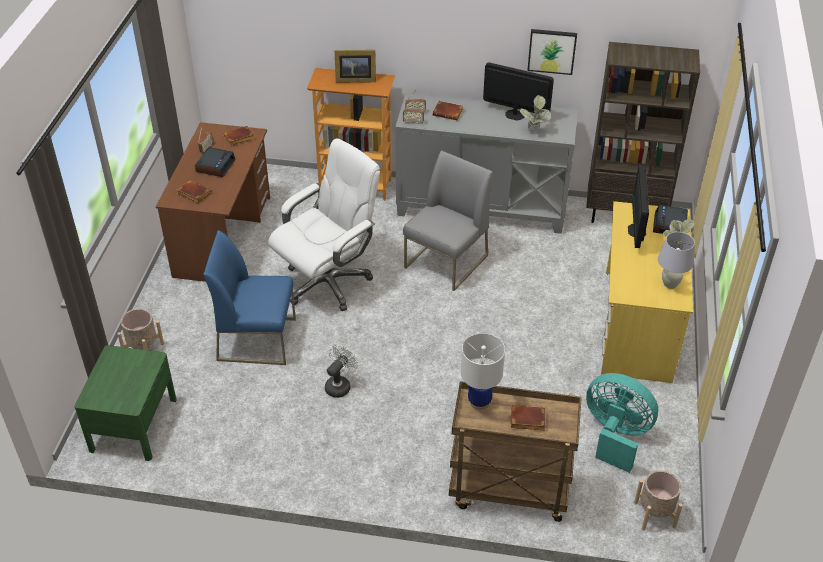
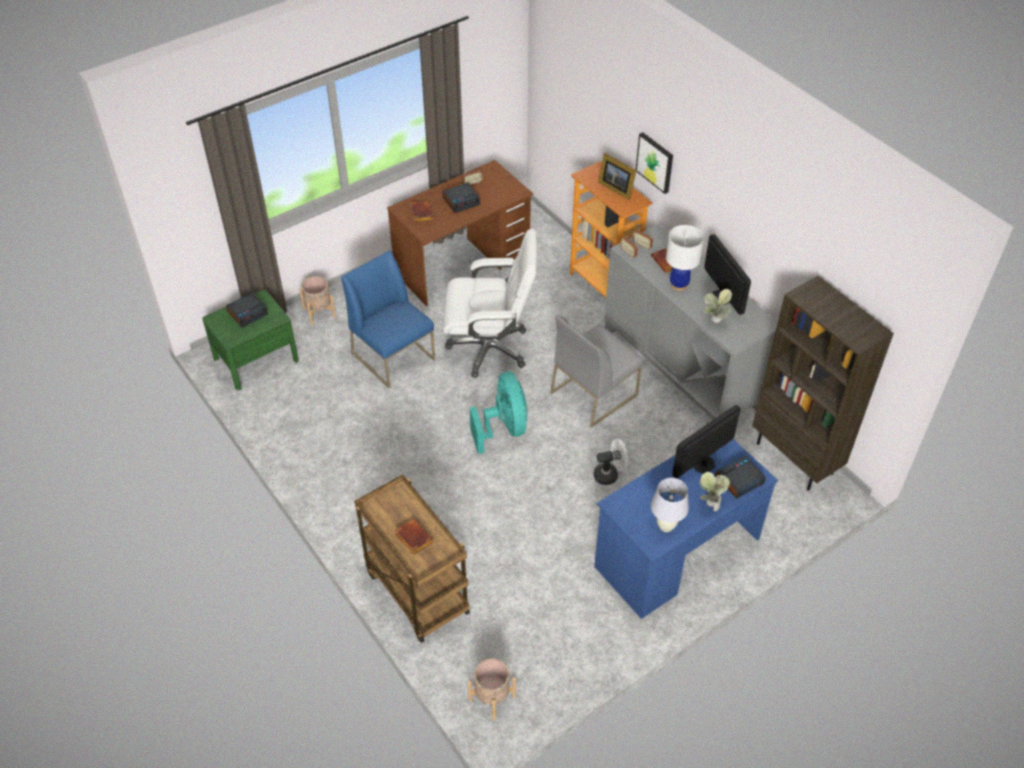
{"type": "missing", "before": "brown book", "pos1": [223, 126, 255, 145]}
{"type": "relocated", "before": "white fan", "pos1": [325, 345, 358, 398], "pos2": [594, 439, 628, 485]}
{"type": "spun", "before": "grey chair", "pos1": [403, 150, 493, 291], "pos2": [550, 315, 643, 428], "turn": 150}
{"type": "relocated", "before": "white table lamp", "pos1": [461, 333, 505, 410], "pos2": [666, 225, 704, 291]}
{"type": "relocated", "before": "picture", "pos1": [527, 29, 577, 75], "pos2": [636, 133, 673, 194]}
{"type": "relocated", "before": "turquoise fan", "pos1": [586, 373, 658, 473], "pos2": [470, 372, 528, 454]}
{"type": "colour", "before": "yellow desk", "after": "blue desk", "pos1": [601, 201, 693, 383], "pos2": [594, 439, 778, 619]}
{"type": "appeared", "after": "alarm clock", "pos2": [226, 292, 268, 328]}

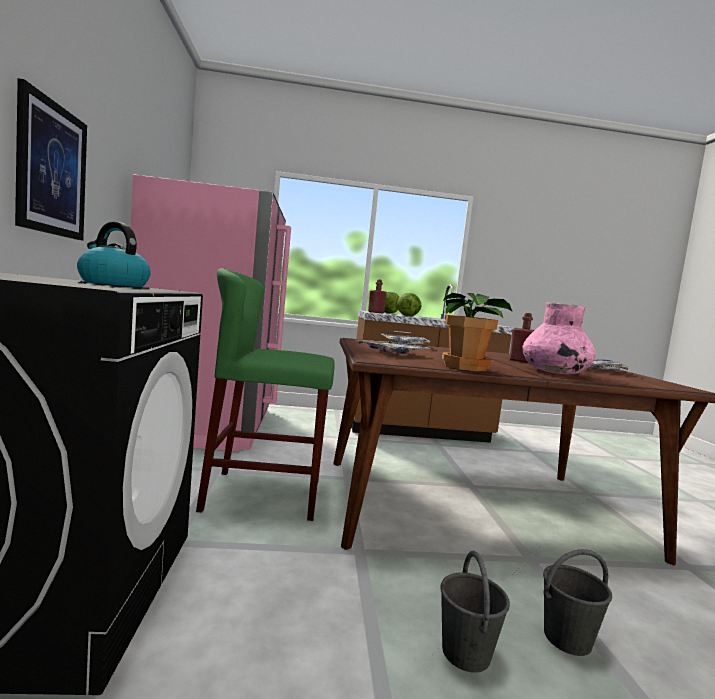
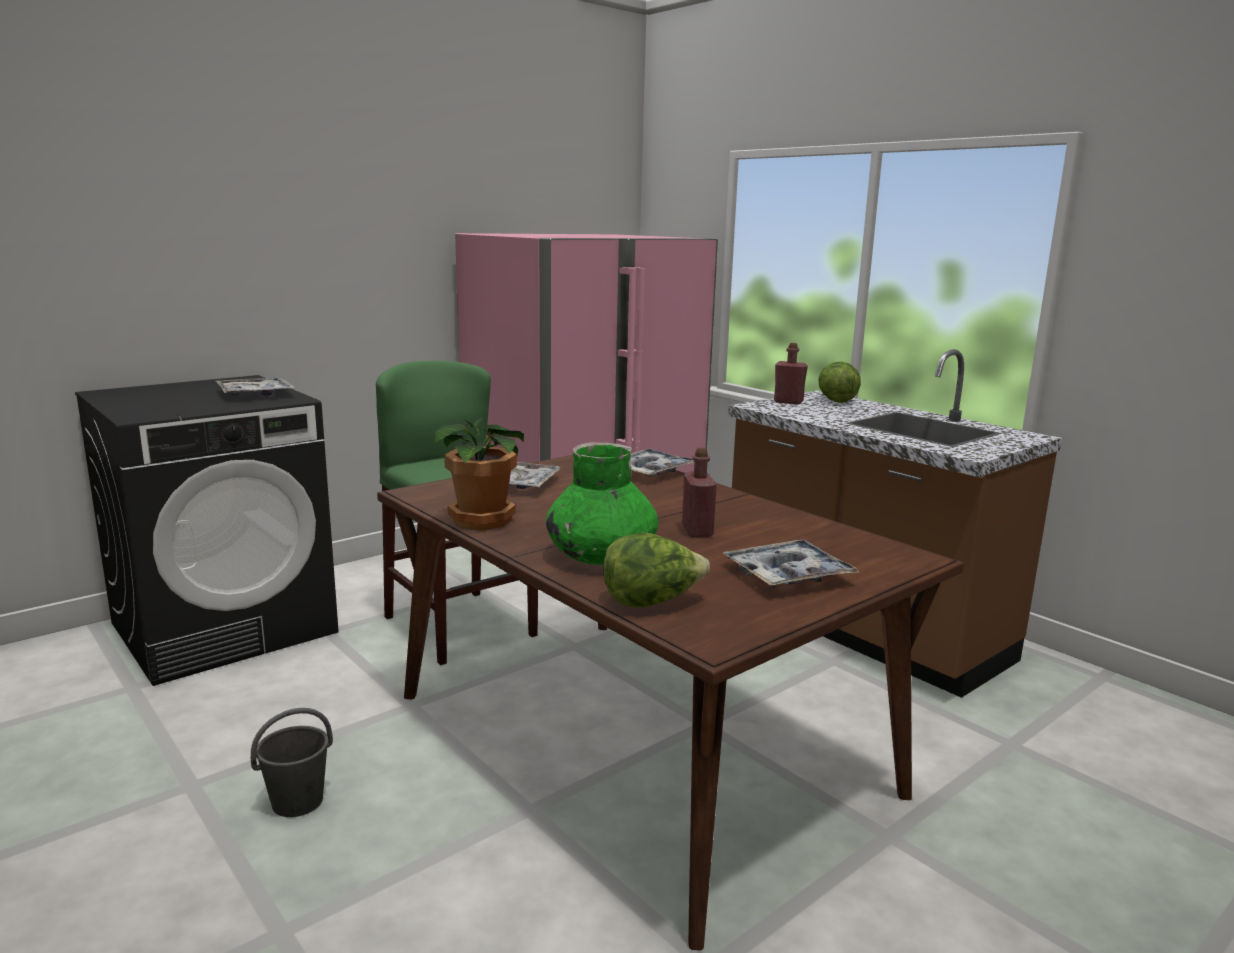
{"type": "missing", "before": "picture", "pos1": [15, 78, 87, 241]}
{"type": "exchanged", "before": "kettle", "after": "tray", "pos1": [77, 221, 151, 287], "pos2": [216, 377, 294, 396]}
{"type": "relocated", "before": "lettuce", "pos1": [397, 293, 422, 316], "pos2": [603, 533, 710, 608]}
{"type": "colour", "before": "pink vase", "after": "green vase", "pos1": [523, 302, 596, 375], "pos2": [546, 442, 658, 565]}
{"type": "missing", "before": "grey bucket", "pos1": [543, 549, 612, 656]}

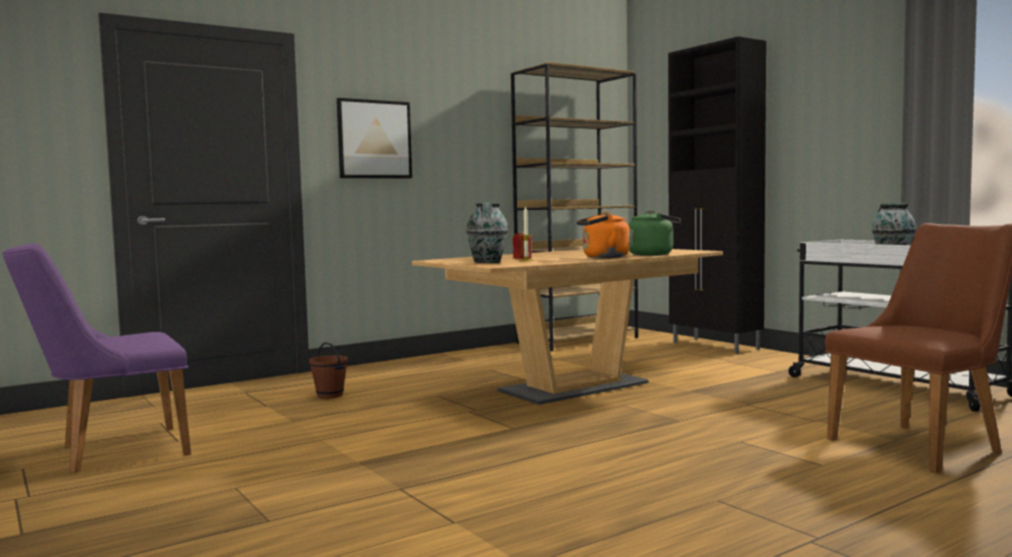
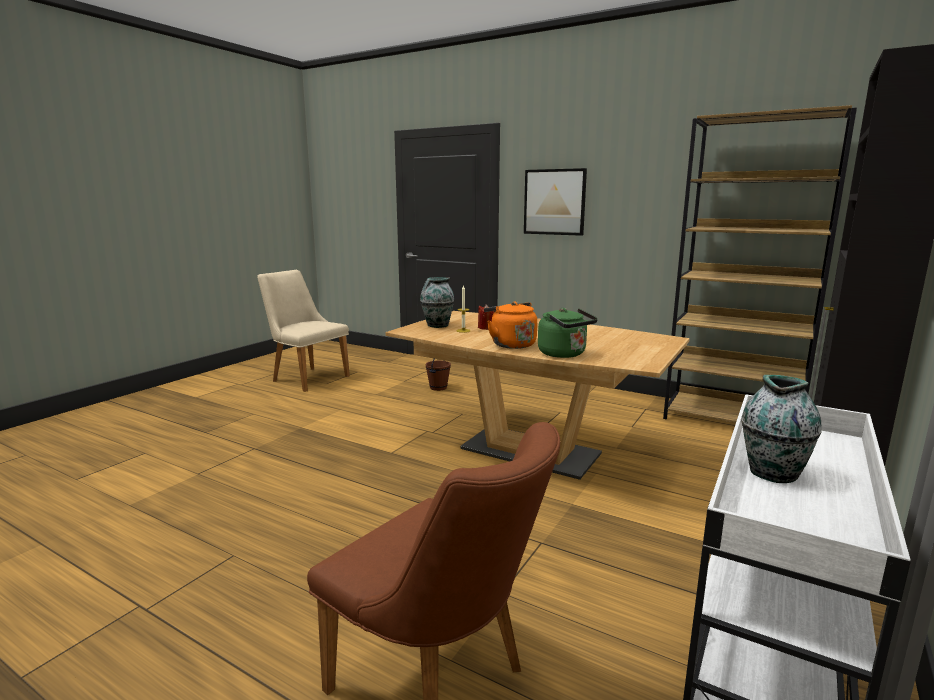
{"type": "colour", "before": "purple chair", "after": "beige chair", "pos1": [3, 243, 191, 473], "pos2": [257, 270, 350, 392]}

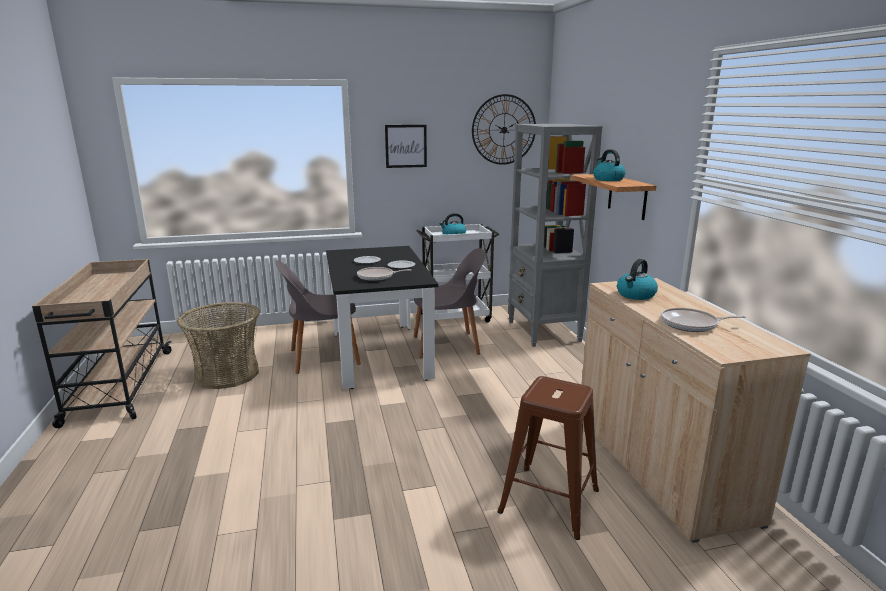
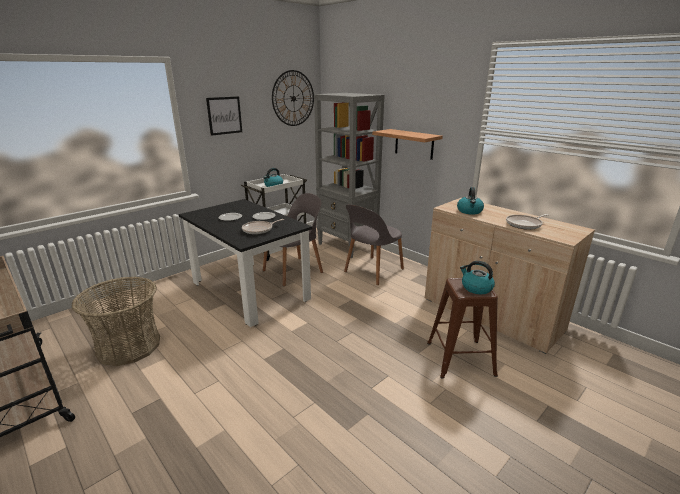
{"type": "relocated", "before": "grey chair", "pos1": [275, 260, 361, 374], "pos2": [344, 204, 404, 285]}
{"type": "relocated", "before": "kettle", "pos1": [593, 149, 626, 181], "pos2": [460, 261, 495, 294]}

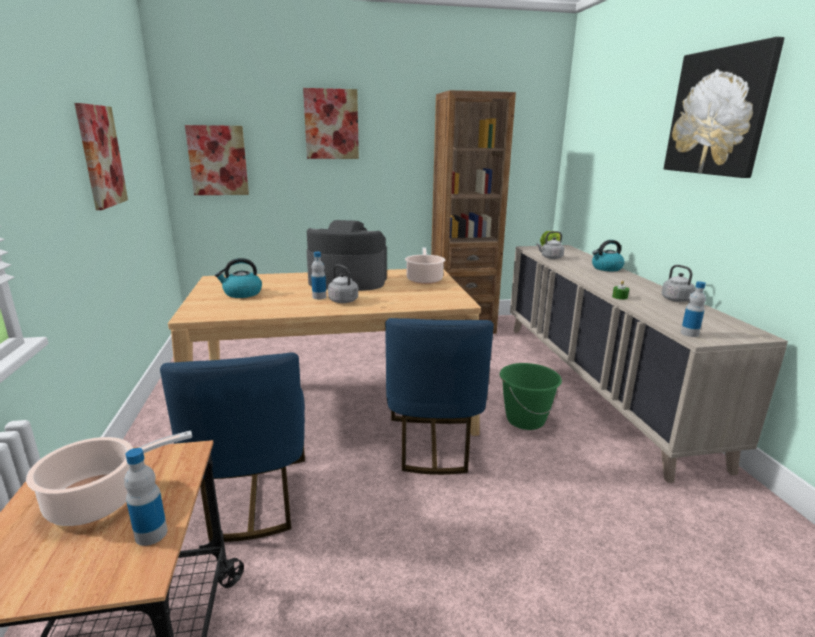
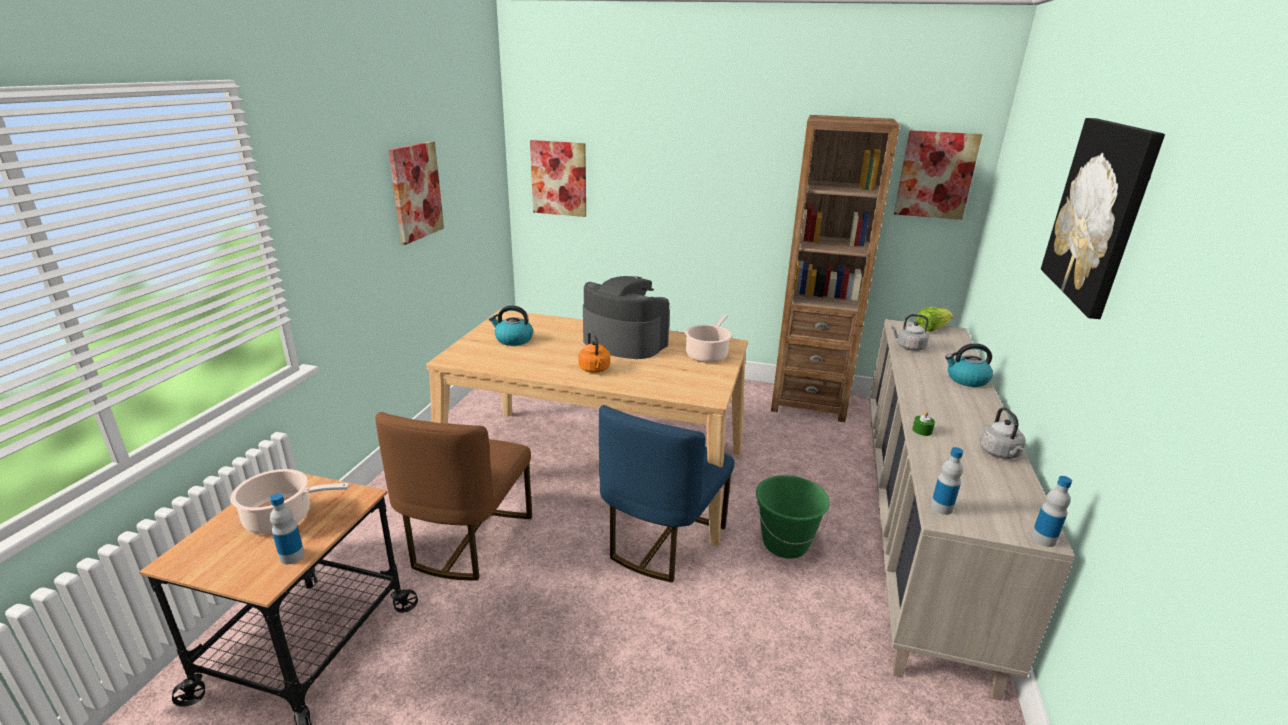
{"type": "colour", "before": "blue chair", "after": "brown chair", "pos1": [160, 352, 305, 542], "pos2": [375, 412, 532, 581]}
{"type": "relocated", "before": "picture", "pos1": [303, 88, 359, 159], "pos2": [894, 130, 982, 220]}
{"type": "relocated", "before": "bottle", "pos1": [311, 252, 326, 299], "pos2": [1031, 476, 1072, 547]}
{"type": "colour", "before": "grey kettle", "after": "orange kettle", "pos1": [328, 264, 359, 303], "pos2": [578, 331, 610, 373]}

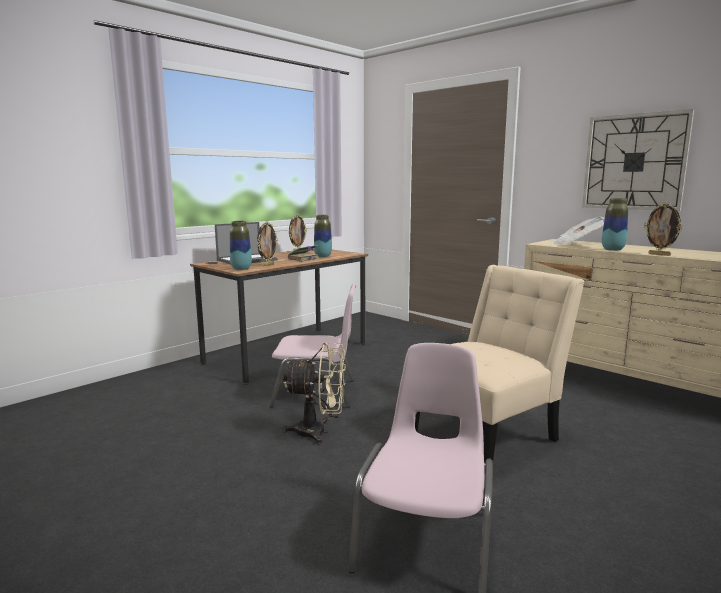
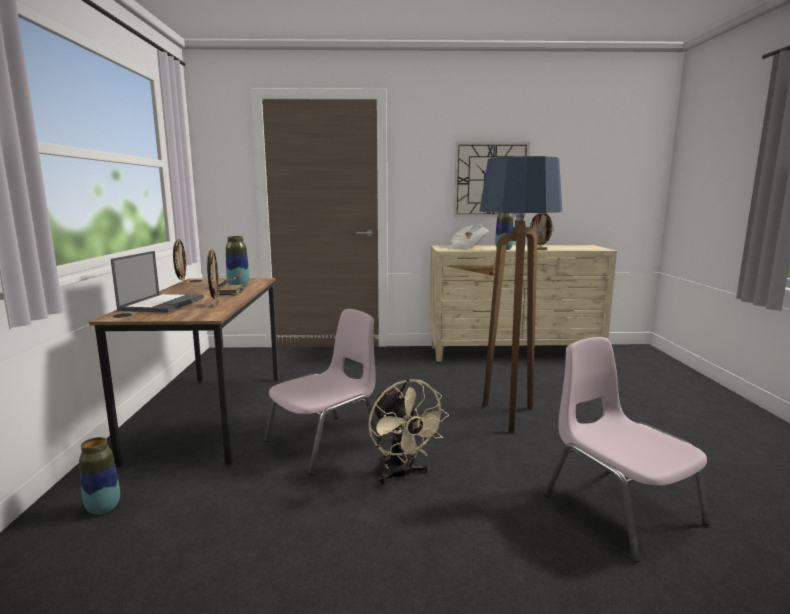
{"type": "relocated", "before": "vase", "pos1": [230, 221, 252, 270], "pos2": [79, 437, 120, 515]}
{"type": "spun", "before": "beige fan", "pos1": [283, 343, 346, 445], "pos2": [369, 379, 449, 484], "turn": 105}
{"type": "exchanged", "before": "beige chair", "after": "floor lamp", "pos1": [415, 265, 585, 463], "pos2": [480, 156, 562, 433]}

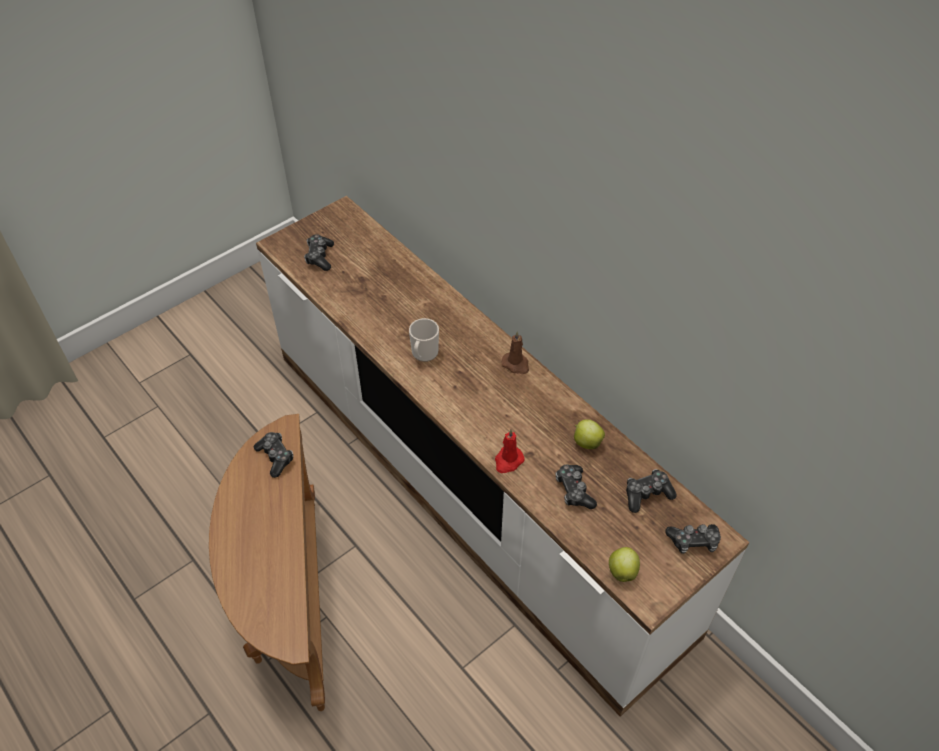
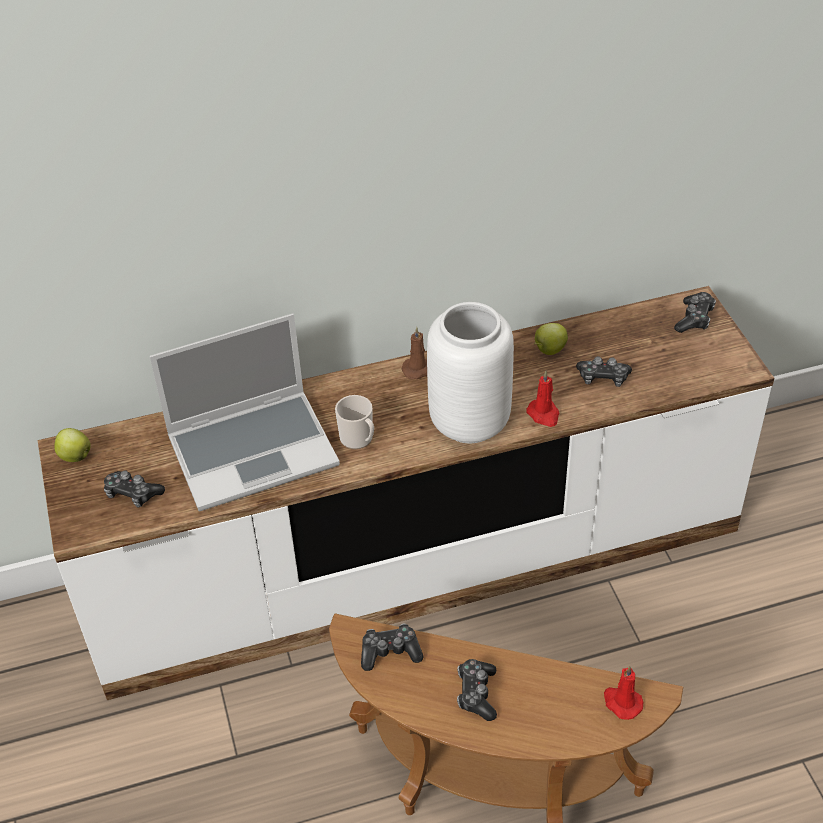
{"type": "relocated", "before": "apple", "pos1": [609, 547, 640, 582], "pos2": [54, 428, 90, 462]}
{"type": "relocated", "before": "game controller", "pos1": [626, 469, 677, 513], "pos2": [457, 659, 497, 721]}
{"type": "appeared", "after": "laptop", "pos2": [150, 313, 340, 511]}
{"type": "appeared", "after": "white vase", "pos2": [427, 302, 514, 443]}
{"type": "appeared", "after": "red candle", "pos2": [604, 665, 643, 720]}

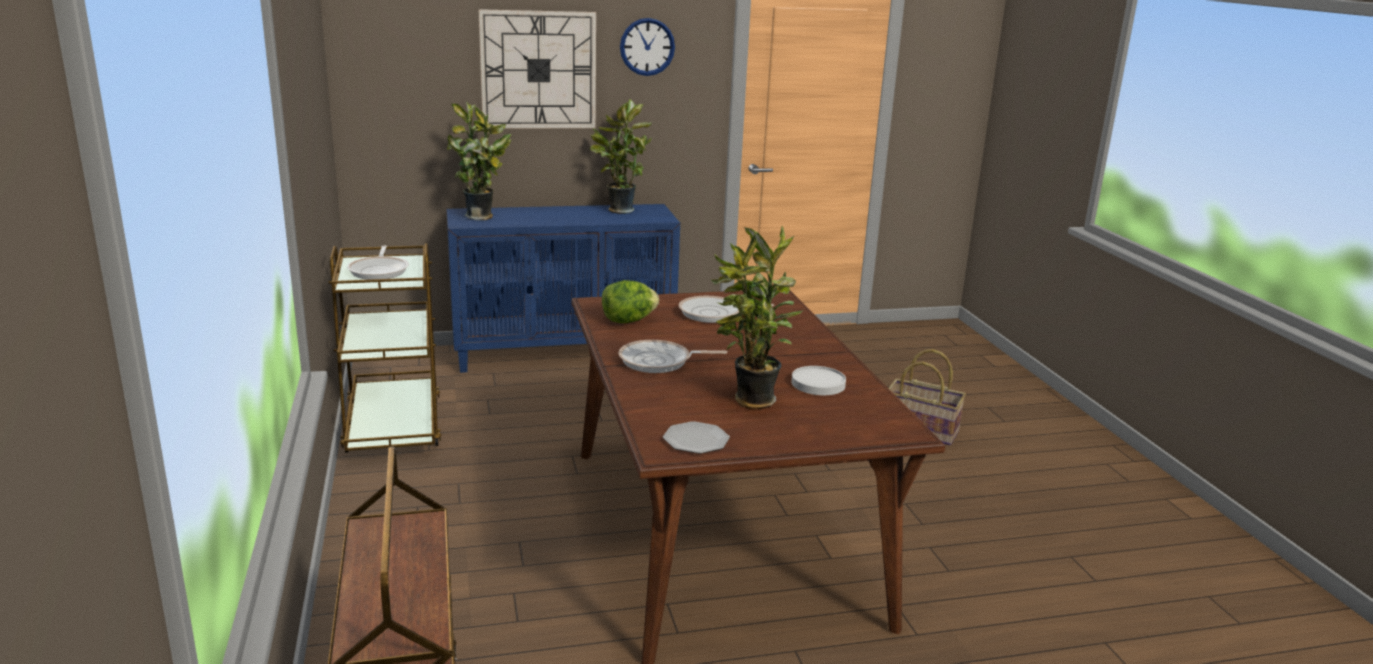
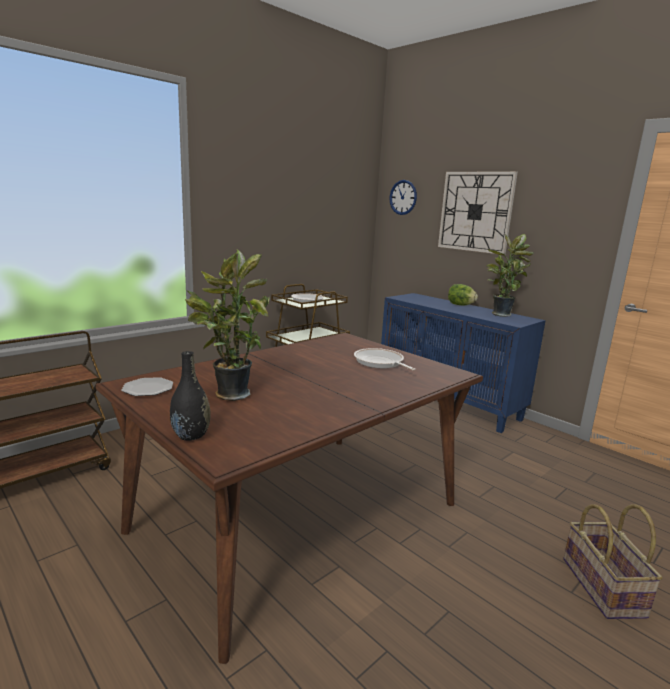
{"type": "missing", "before": "potted plant", "pos1": [447, 101, 512, 220]}
{"type": "relocated", "before": "lettuce", "pos1": [602, 280, 659, 323], "pos2": [448, 284, 478, 305]}
{"type": "missing", "before": "frying pan", "pos1": [618, 340, 727, 373]}
{"type": "relocated", "before": "wall clock", "pos1": [620, 18, 675, 76], "pos2": [390, 180, 417, 215]}
{"type": "missing", "before": "white plate", "pos1": [792, 366, 846, 395]}
{"type": "appeared", "after": "black vase", "pos2": [170, 351, 211, 441]}

